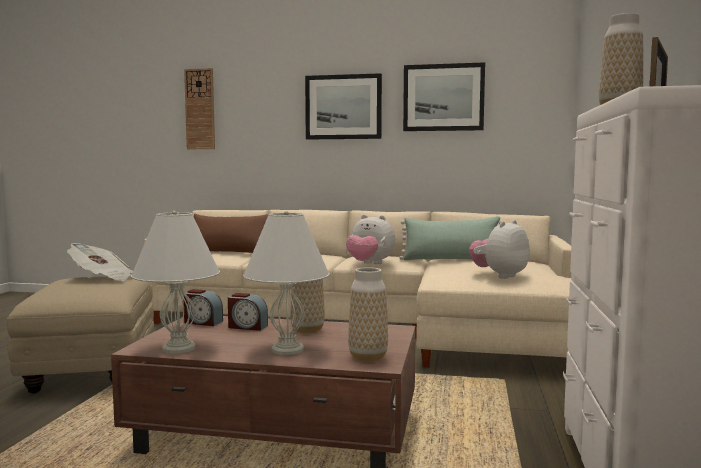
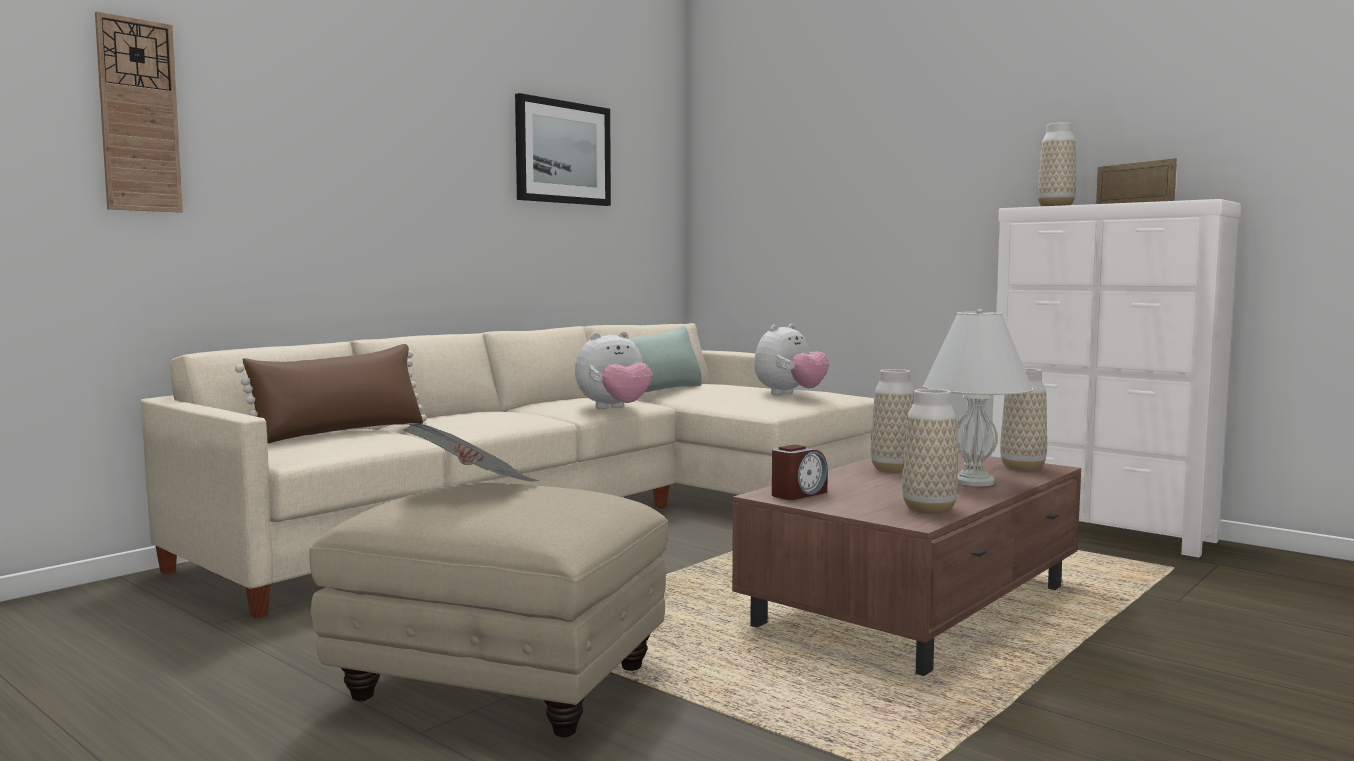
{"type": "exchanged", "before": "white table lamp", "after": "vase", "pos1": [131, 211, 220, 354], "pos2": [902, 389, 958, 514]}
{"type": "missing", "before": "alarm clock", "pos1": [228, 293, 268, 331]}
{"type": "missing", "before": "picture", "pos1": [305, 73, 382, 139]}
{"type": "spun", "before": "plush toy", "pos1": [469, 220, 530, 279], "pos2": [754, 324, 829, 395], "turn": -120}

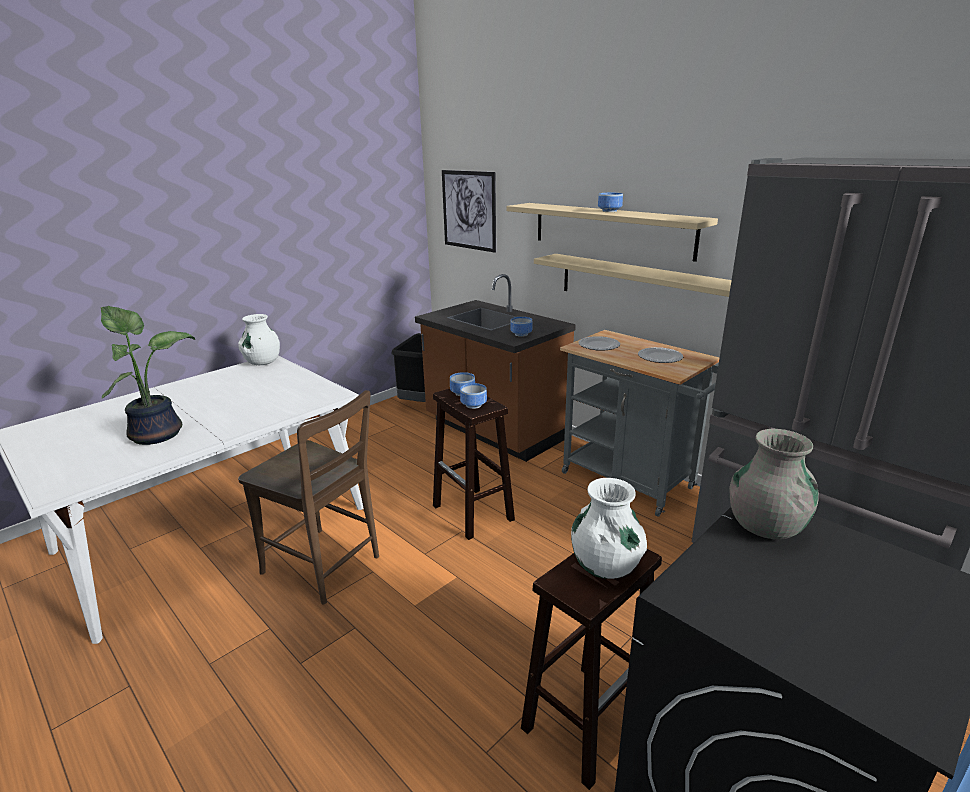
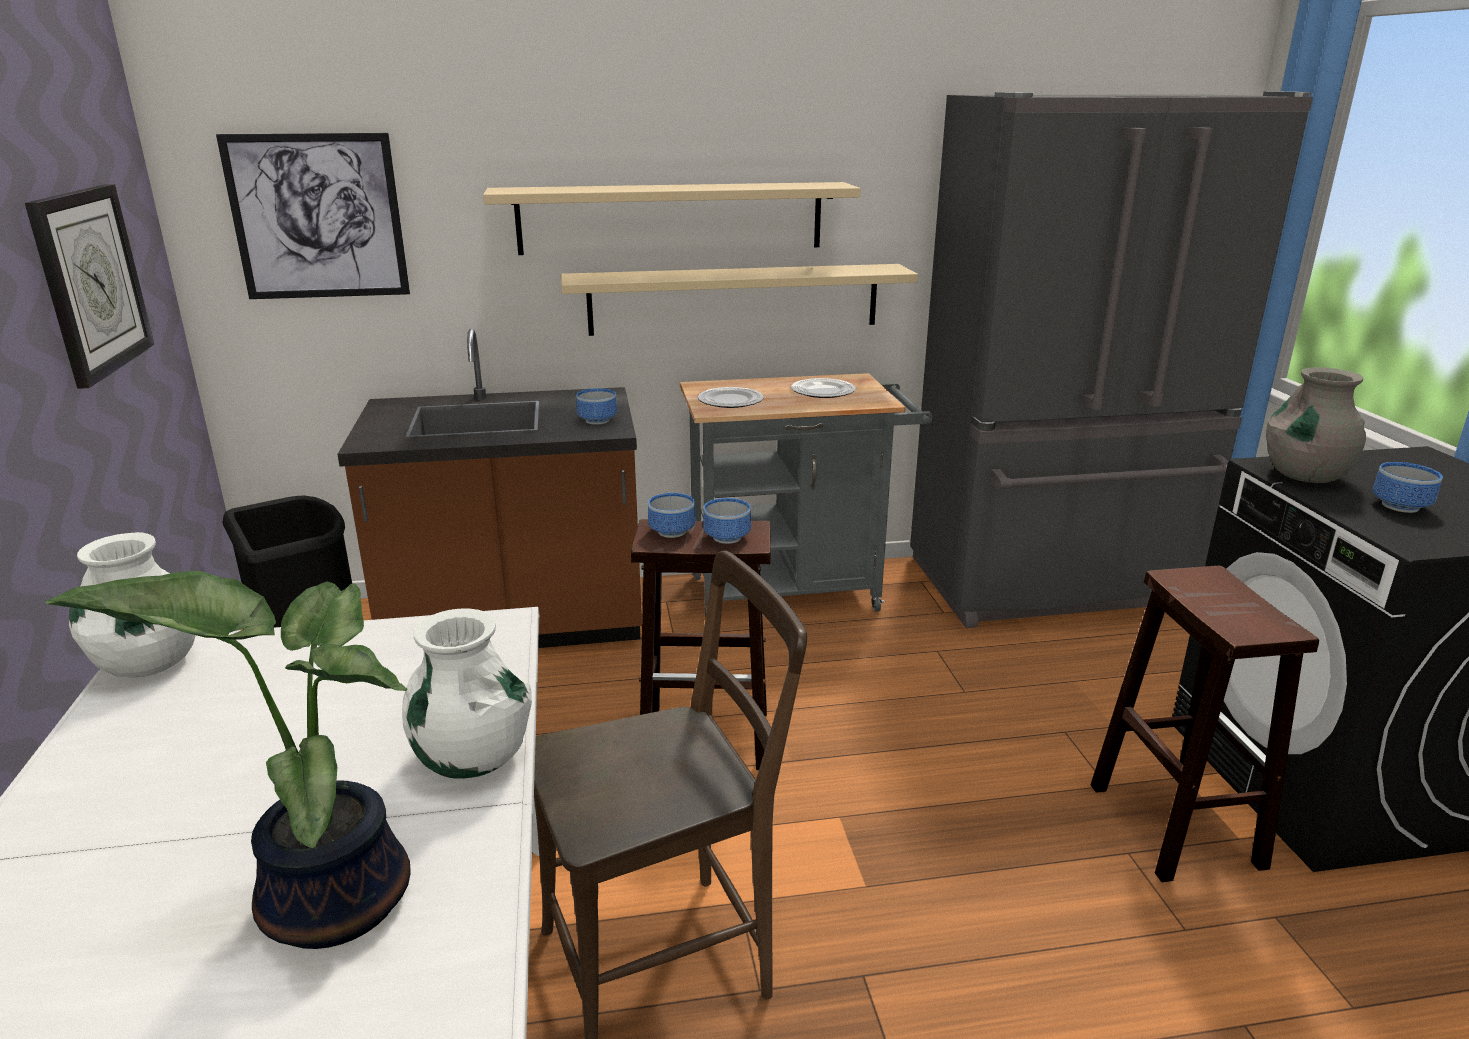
{"type": "relocated", "before": "white vase", "pos1": [571, 478, 647, 579], "pos2": [402, 609, 532, 779]}
{"type": "relocated", "before": "bowl", "pos1": [598, 193, 623, 212], "pos2": [1373, 462, 1443, 513]}
{"type": "appeared", "after": "wall clock", "pos2": [25, 184, 155, 389]}

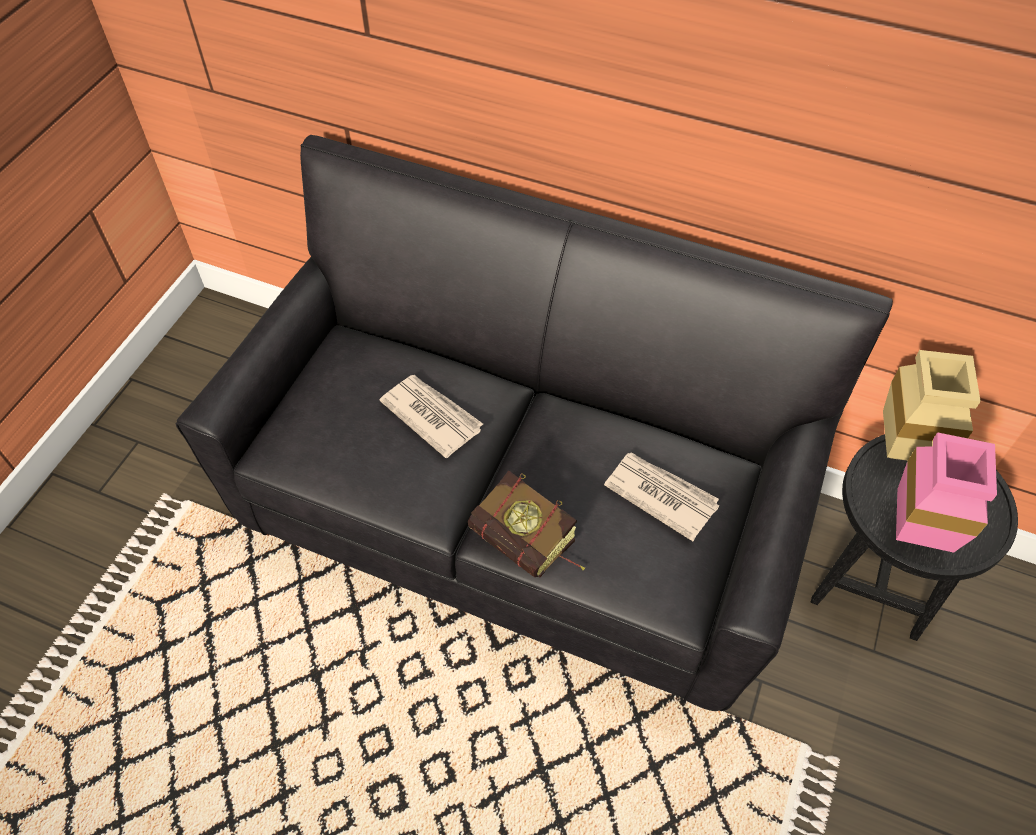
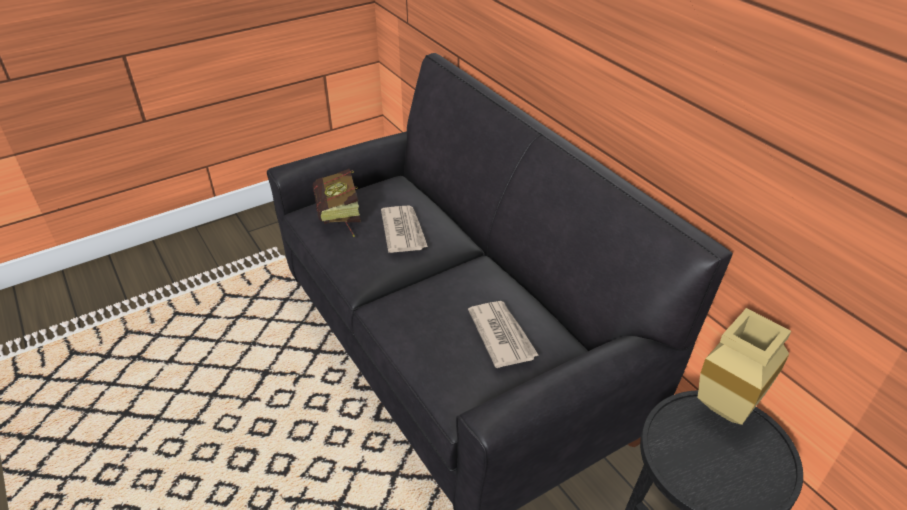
{"type": "relocated", "before": "book", "pos1": [468, 470, 585, 577], "pos2": [313, 169, 360, 237]}
{"type": "missing", "before": "pink vase", "pos1": [896, 432, 997, 553]}

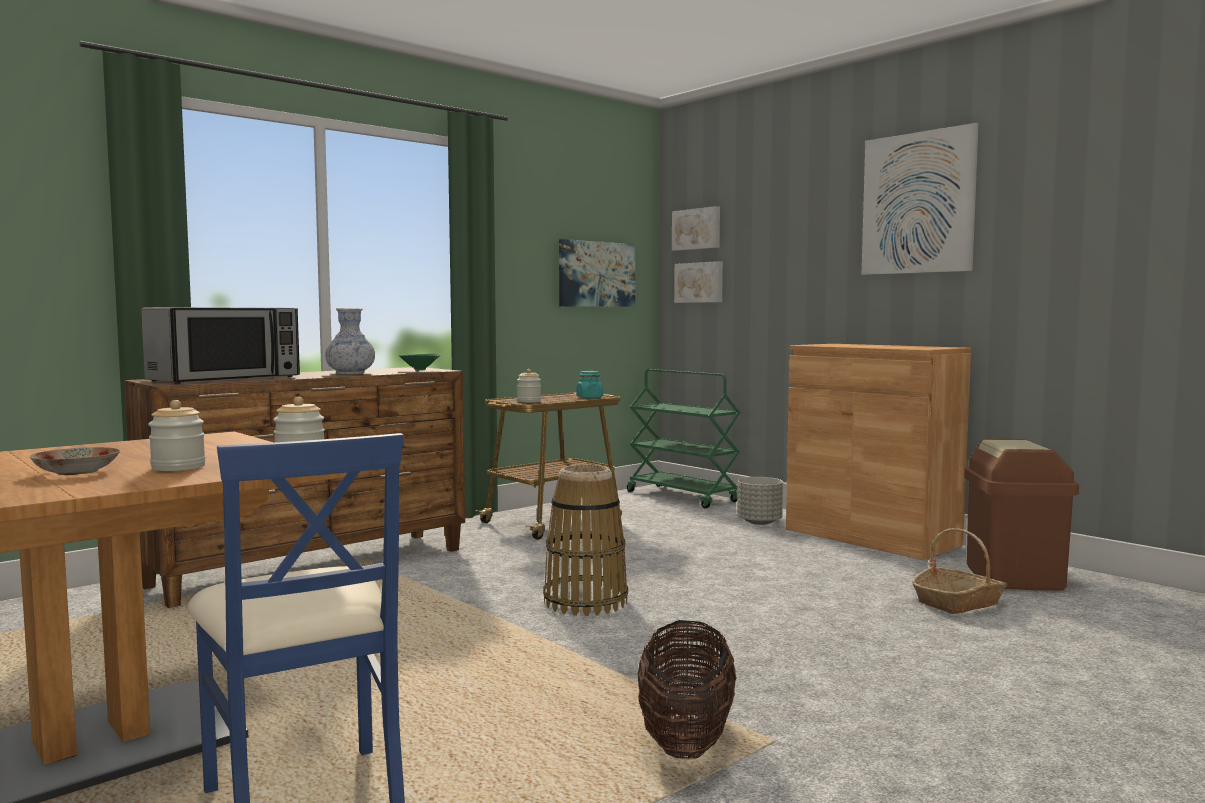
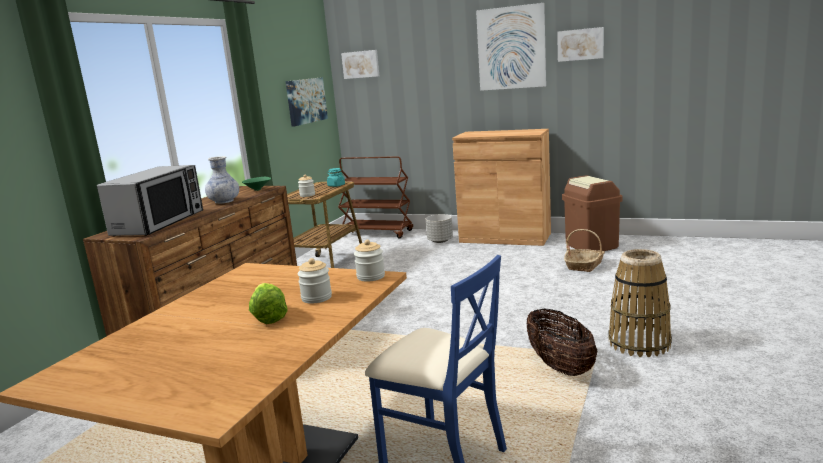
{"type": "exchanged", "before": "plate", "after": "lettuce", "pos1": [29, 447, 120, 475], "pos2": [249, 283, 288, 324]}
{"type": "relocated", "before": "basket", "pos1": [543, 465, 628, 616], "pos2": [608, 249, 672, 357]}
{"type": "colour", "before": "green cart", "after": "brown cart", "pos1": [627, 369, 740, 508], "pos2": [338, 156, 413, 239]}
{"type": "relocated", "before": "picture", "pos1": [674, 261, 723, 303], "pos2": [557, 27, 604, 62]}

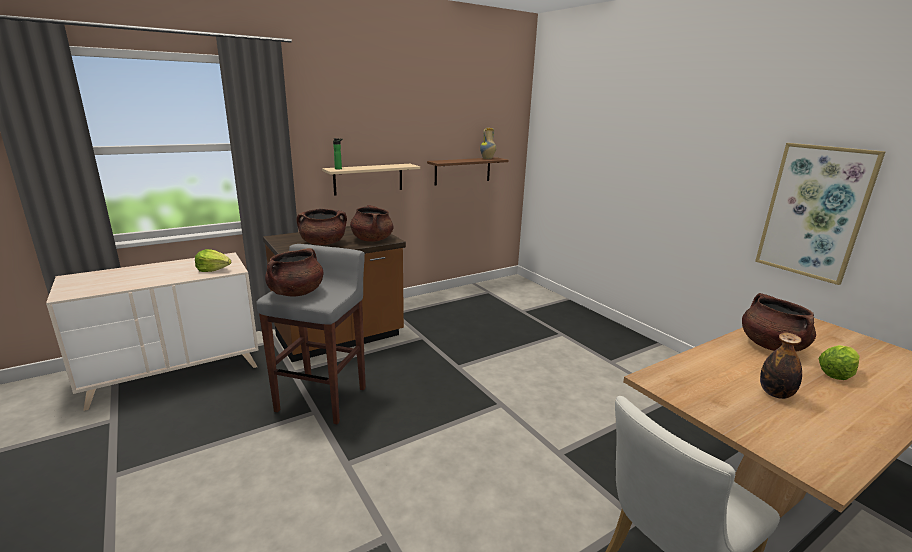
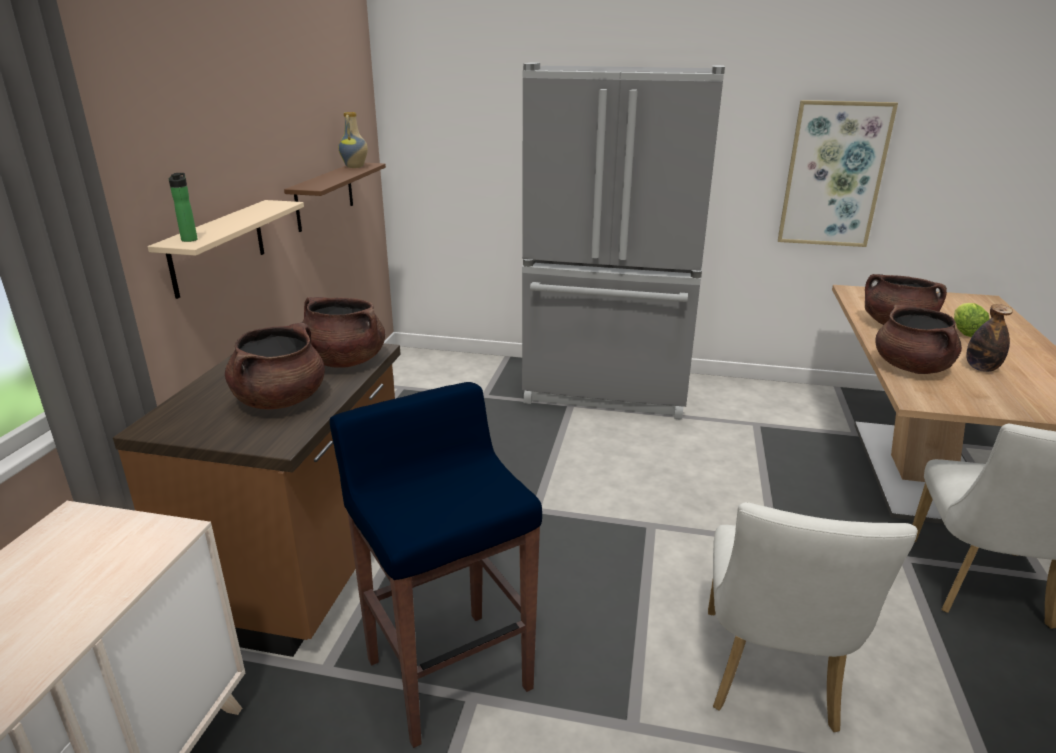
{"type": "missing", "before": "lettuce", "pos1": [195, 249, 231, 272]}
{"type": "colour", "before": "grey stool", "after": "blue stool", "pos1": [256, 244, 366, 424], "pos2": [330, 382, 542, 748]}
{"type": "relocated", "before": "brown cooking pot", "pos1": [265, 248, 323, 297], "pos2": [875, 305, 962, 374]}
{"type": "appeared", "after": "grey fridge", "pos2": [522, 63, 725, 420]}
{"type": "appeared", "after": "white chair", "pos2": [708, 502, 918, 732]}

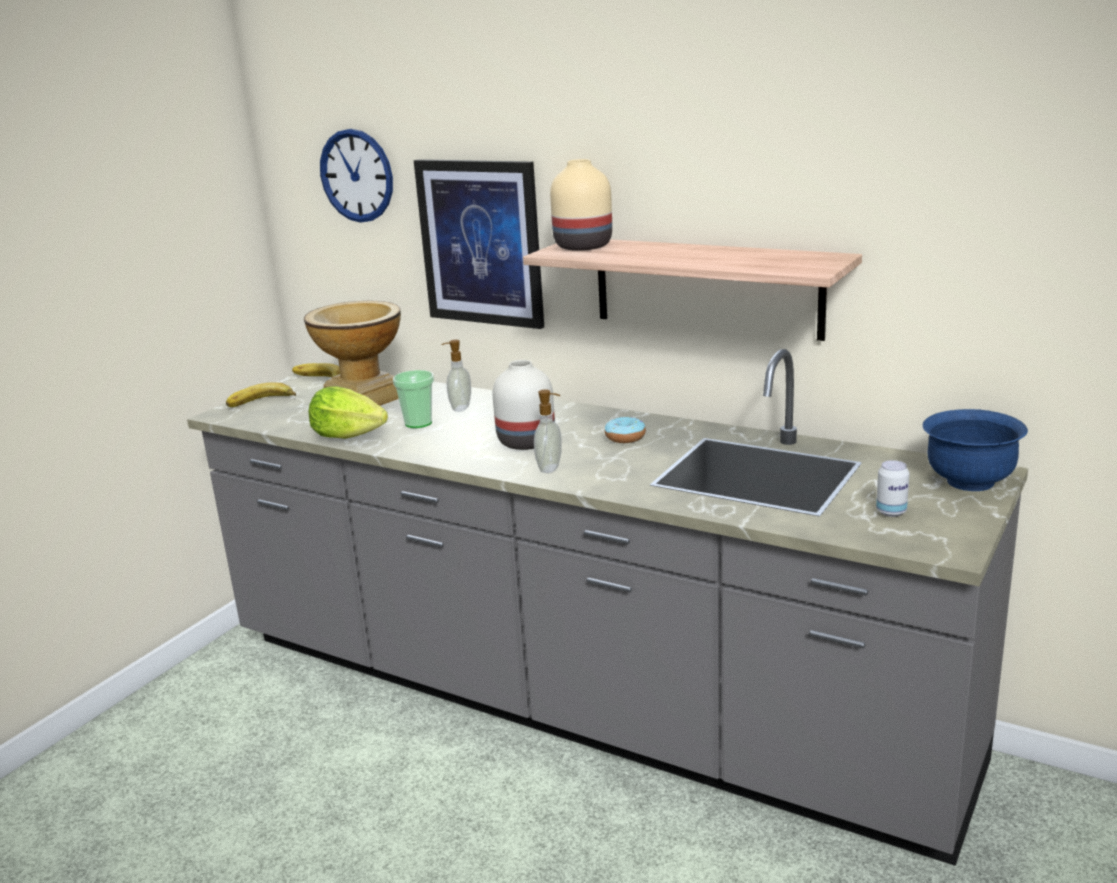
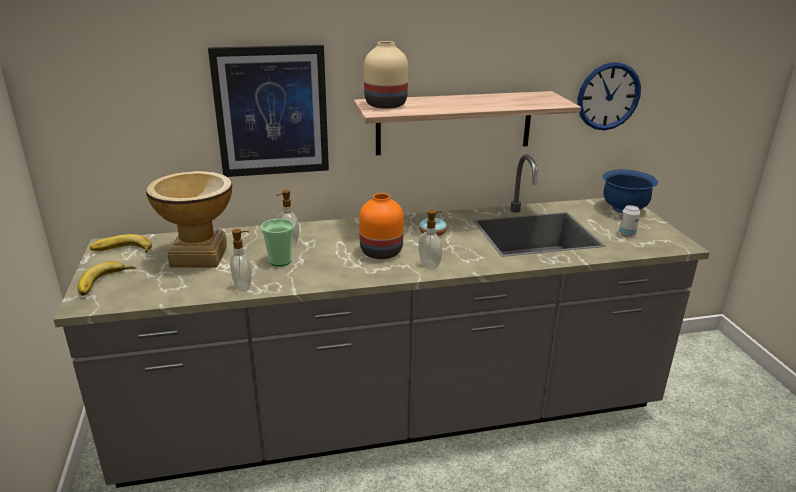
{"type": "exchanged", "before": "lettuce", "after": "soap dispenser", "pos1": [309, 386, 388, 439], "pos2": [230, 229, 252, 292]}
{"type": "relocated", "before": "wall clock", "pos1": [320, 129, 393, 223], "pos2": [577, 62, 641, 130]}
{"type": "colour", "before": "white vase", "after": "orange vase", "pos1": [493, 360, 555, 450], "pos2": [359, 193, 404, 259]}

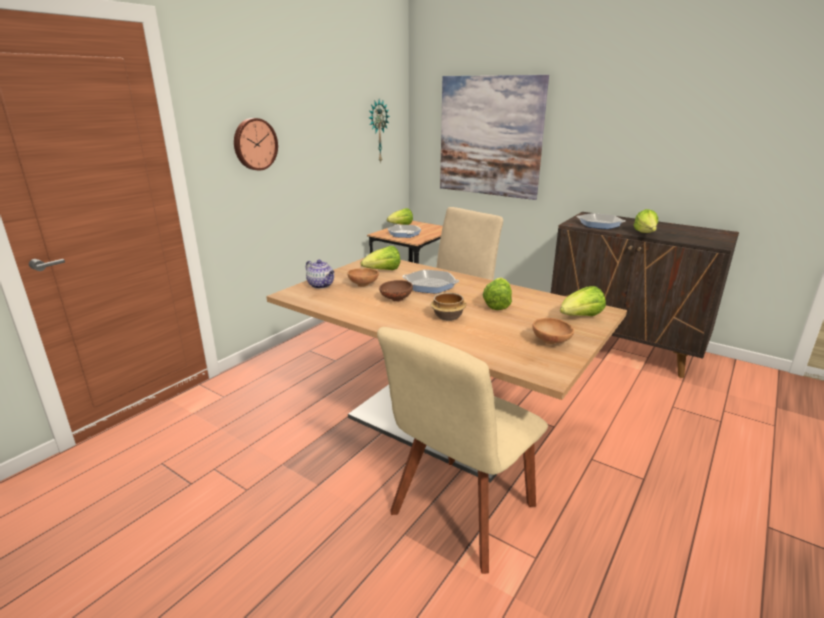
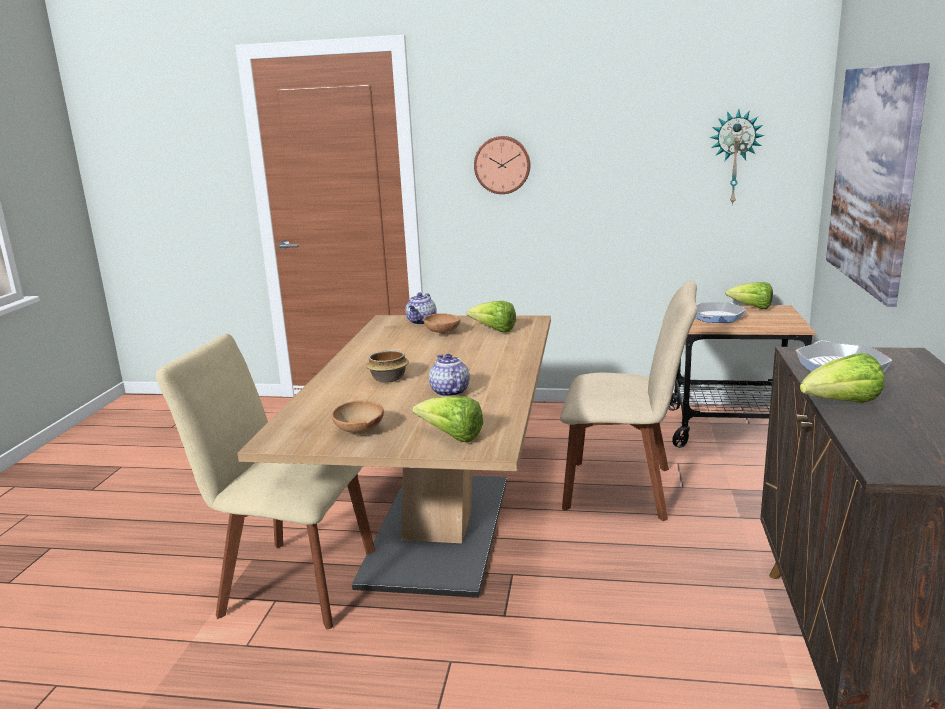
{"type": "missing", "before": "brown bowl", "pos1": [379, 280, 413, 301]}
{"type": "missing", "before": "frying pan", "pos1": [402, 270, 459, 294]}
{"type": "exchanged", "before": "lettuce", "after": "teapot", "pos1": [483, 278, 512, 310], "pos2": [429, 354, 470, 397]}

